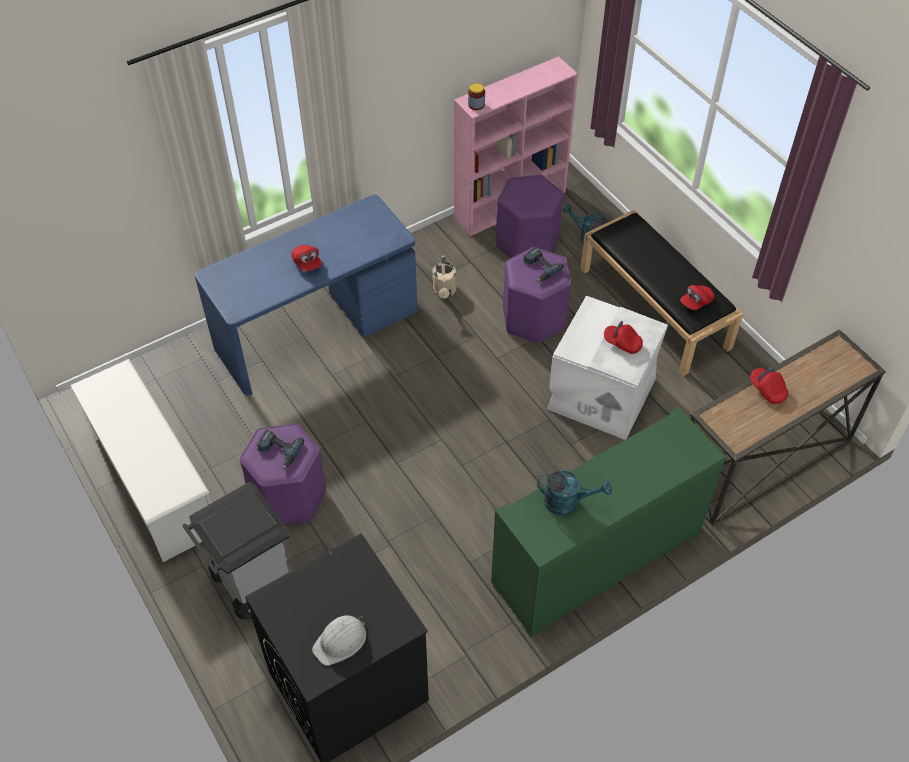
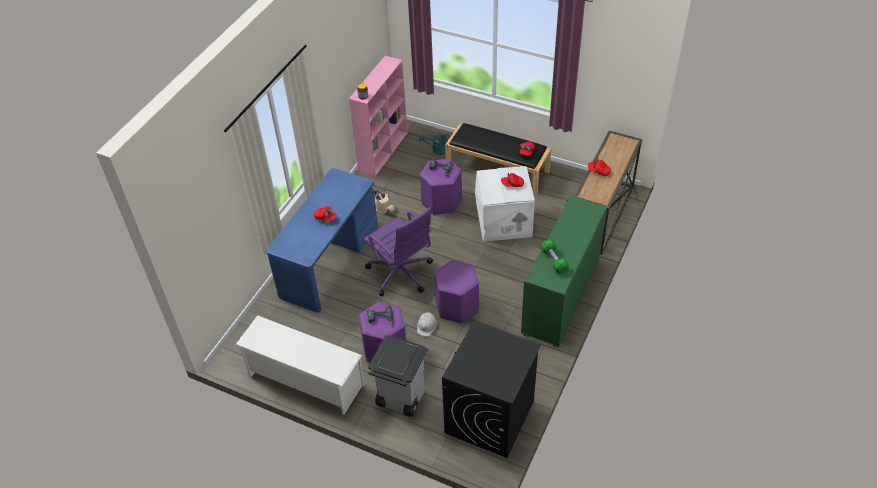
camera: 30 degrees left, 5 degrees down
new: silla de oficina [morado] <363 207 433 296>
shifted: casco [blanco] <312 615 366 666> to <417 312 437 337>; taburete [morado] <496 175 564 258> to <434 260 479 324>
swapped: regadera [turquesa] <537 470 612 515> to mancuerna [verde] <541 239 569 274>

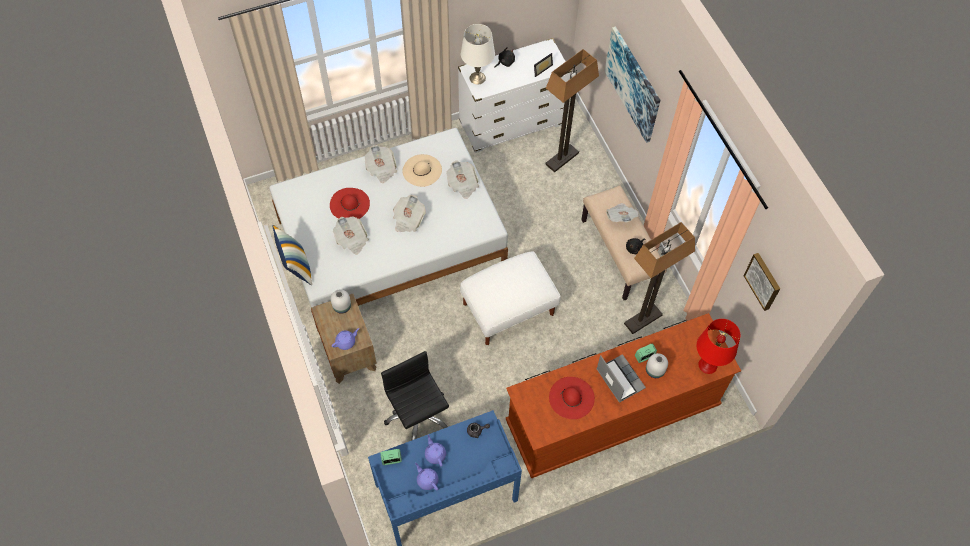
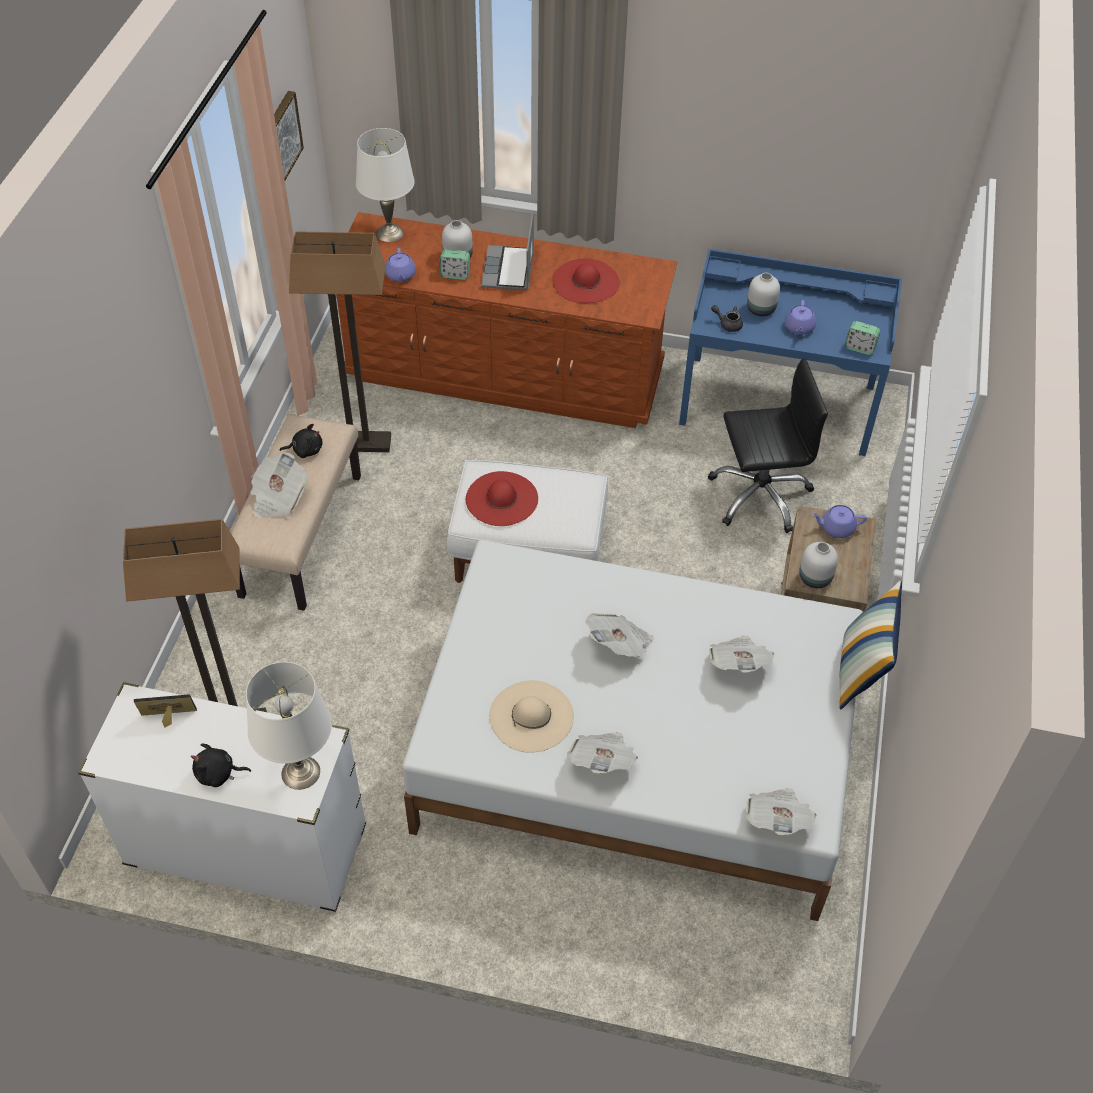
camera: 145 degrees left, 10 degrees down
gone: cuadro <605 27 660 143>
new: florero [blanco] <747 273 780 316>
shifted: sombrero [rojo] <330 188 370 219> to <466 471 538 526>; tetera [morado] <415 463 439 491> to <385 248 416 282>; periódico <446 161 479 199> to <745 788 817 835>
repainted: lámpara de mesa [rojo] <697 319 740 374> to lámpara de mesa [blanco] <356 128 415 242>
rotated: silla de oficina [negro] <381 351 449 440> = <708 358 828 533> 105 degrees counterclockwise

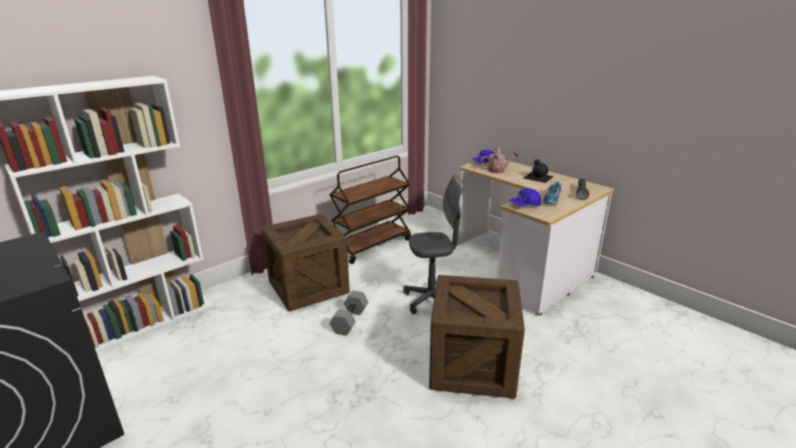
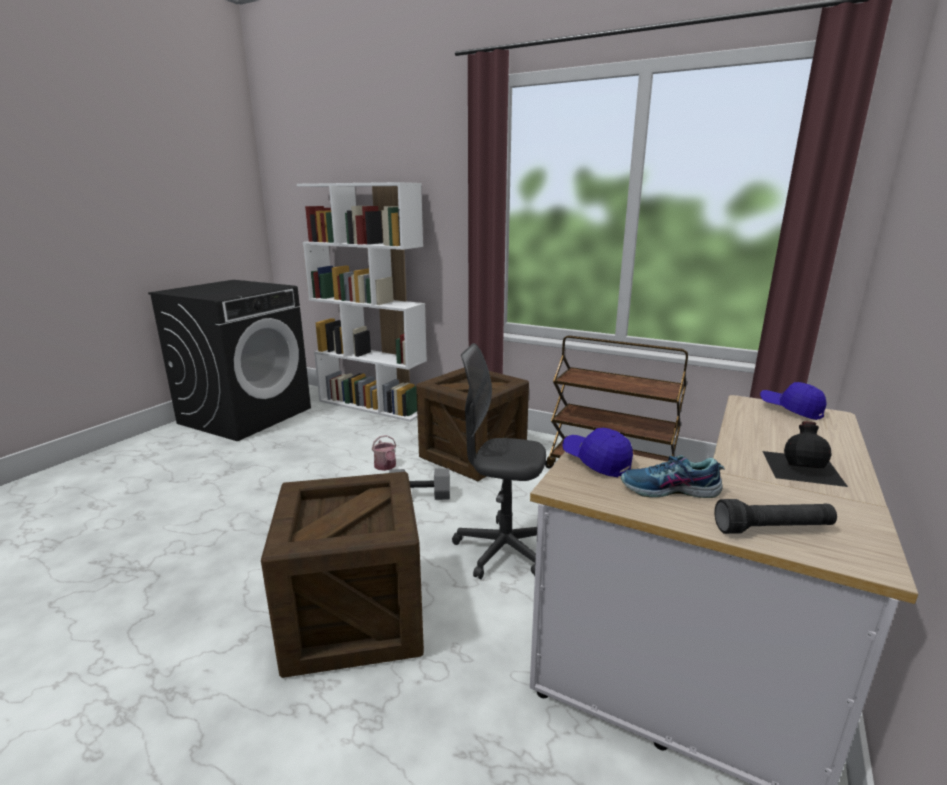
camera: 70 degrees right, 5 degrees down
shifted: regadera <481 147 519 173> to <372 435 396 471>
rotated: silla de oficina [gris] <403 175 464 315> = <452 343 546 579> 135 degrees clockwise

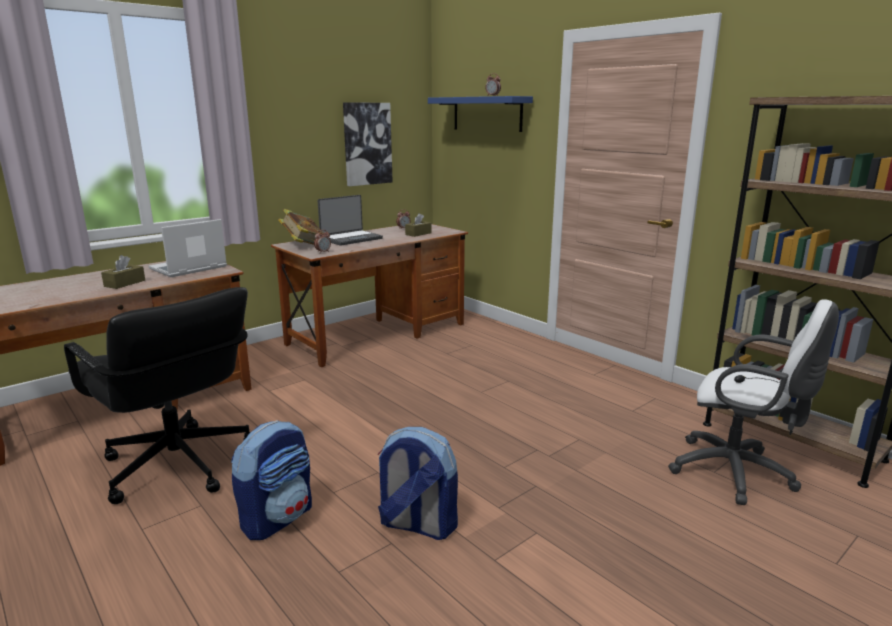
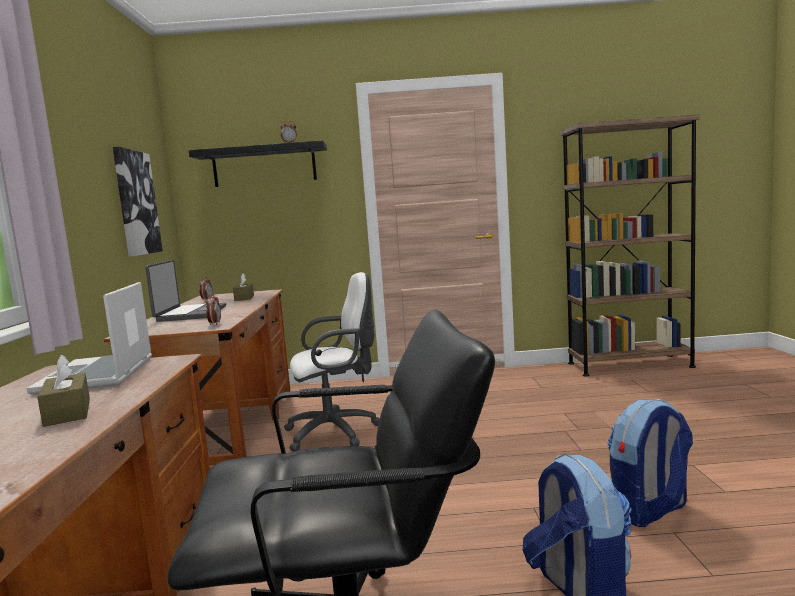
camera: 50 degrees left, 10 degrees down
gone: libro <278 209 324 245>
shifted: silla de oficina [blanco] <668 299 839 505> to <284 272 380 451>
repainted: estante [azul] <428 96 533 132> to estante [negro] <189 140 327 187>

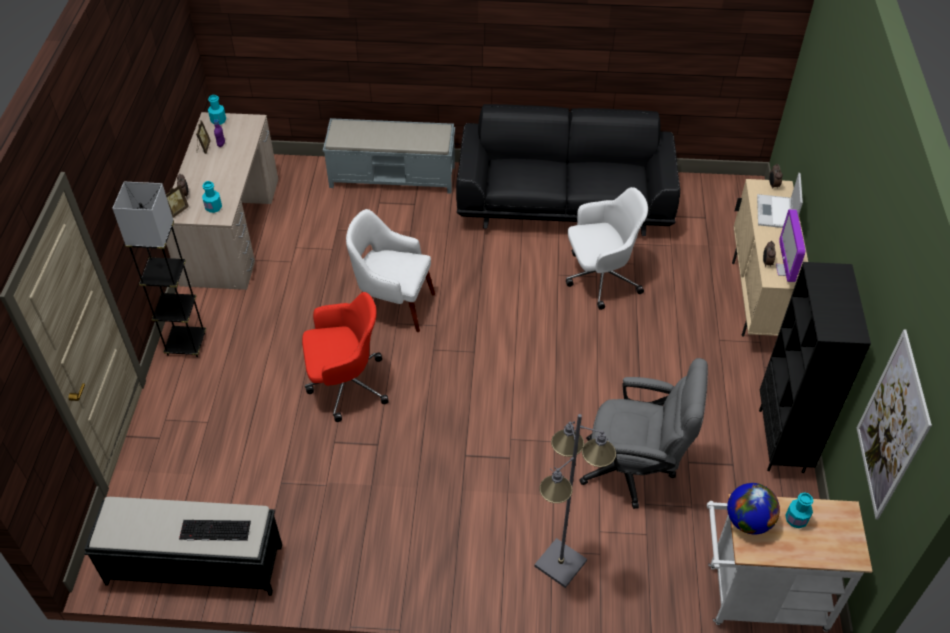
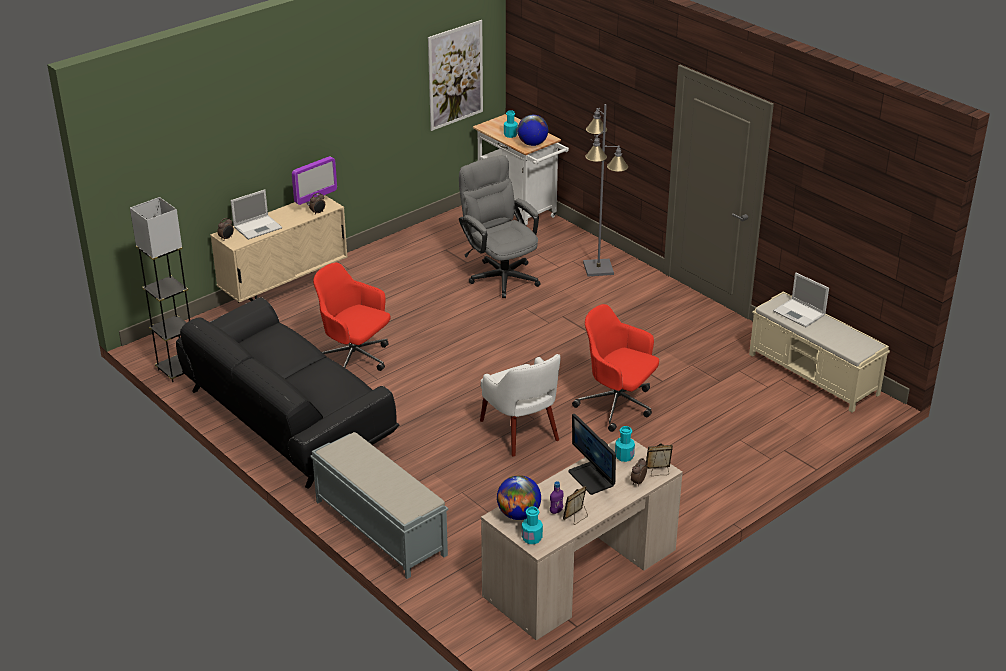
camera: 135 degrees left, 15 degrees down
gone: estantería [negro] <759 262 871 473>
new: globo terráqueo <497 475 541 520>; monitor <568 414 616 495>
shifted: lámpara de pie [gris] <112 182 206 357> to <130 197 190 382>
swapped: teclado <179 520 251 541> to portátil <773 273 829 327>
repainted: banco [negro] <85 497 282 596> to banco [beis] <749 292 890 413>; silla de oficina [blanco] <566 187 648 310> to silla de oficina [rojo] <313 263 390 371>

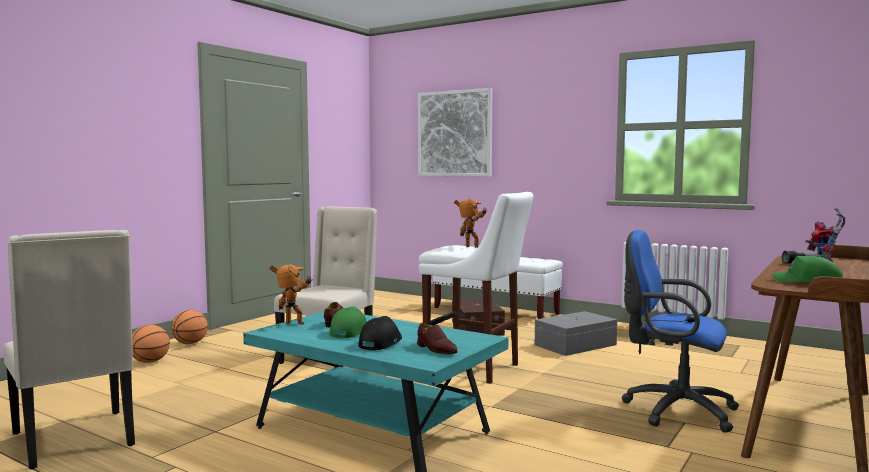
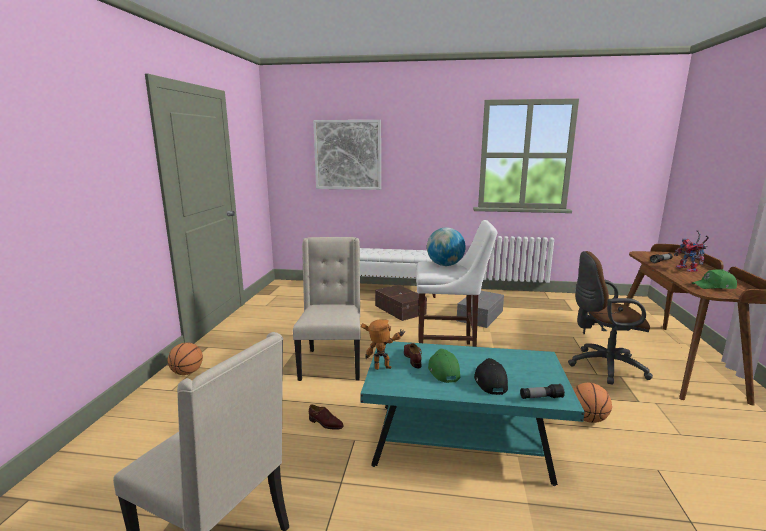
camera: 25 degrees left, 10 degrees up
new: linterna <520 384 565 399>
shifted: balón de baloncesto <132 325 170 363> to <573 382 612 423>; zapato [marrón] <417 323 457 354> to <309 404 344 430>
swapped: robot de juguete <454 199 487 248> to globo terráqueo <427 227 466 266>
repainted: silla de oficina [azul] <622 230 739 433> to silla de oficina [marrón] <568 251 653 385>

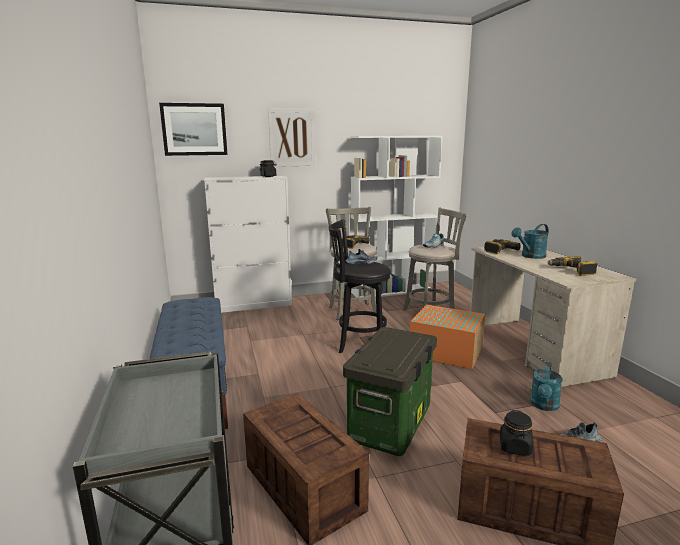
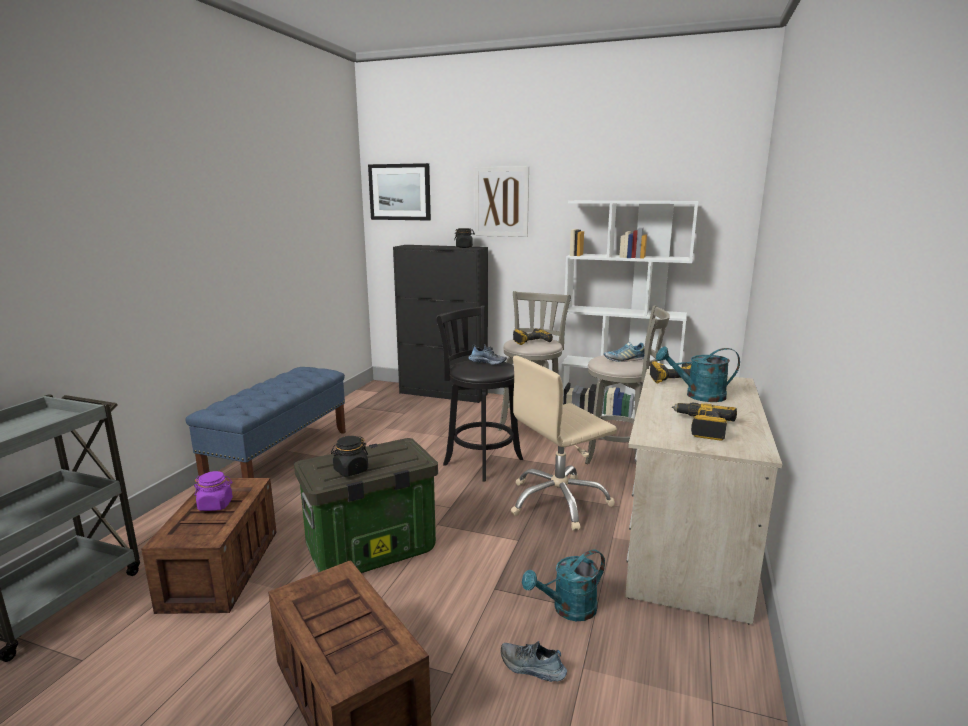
camera: 35 degrees right, 0 degrees up
new: tarro [morado] <194 471 233 511>
shifted: tarro [negro] <500 410 533 456> to <331 436 368 476>
swapped: caja de almacenaje [naranja] <410 305 485 369> to silla de oficina [beis] <511 356 617 531>
repainted: armario [blanco] <204 176 292 313> to armario [negro] <393 245 488 403>

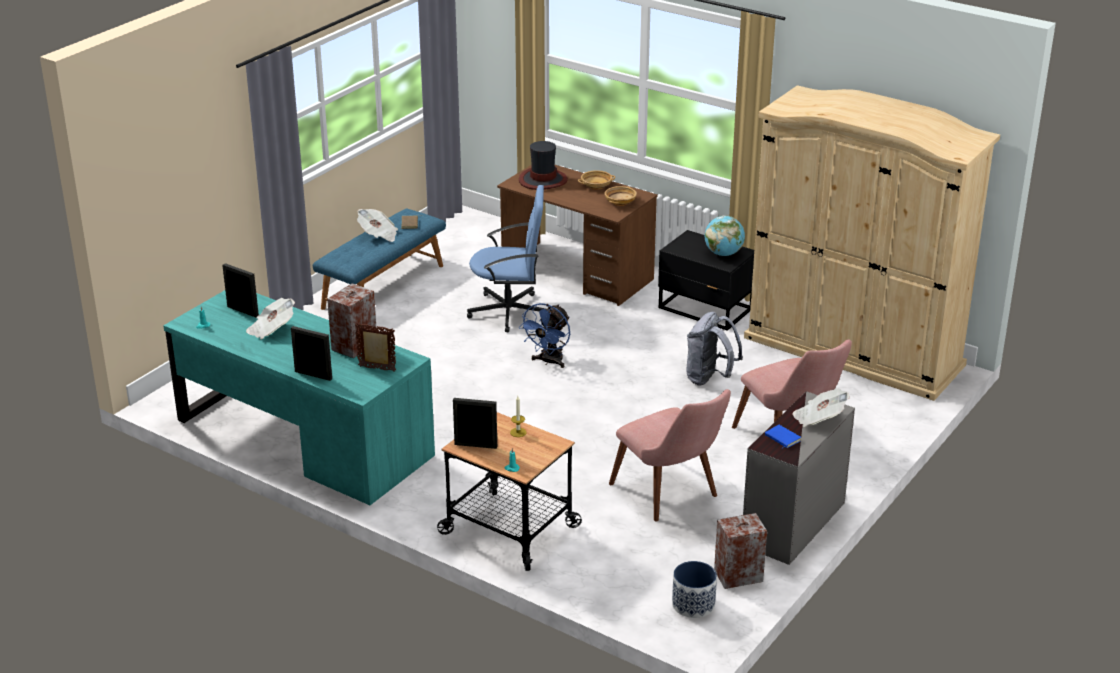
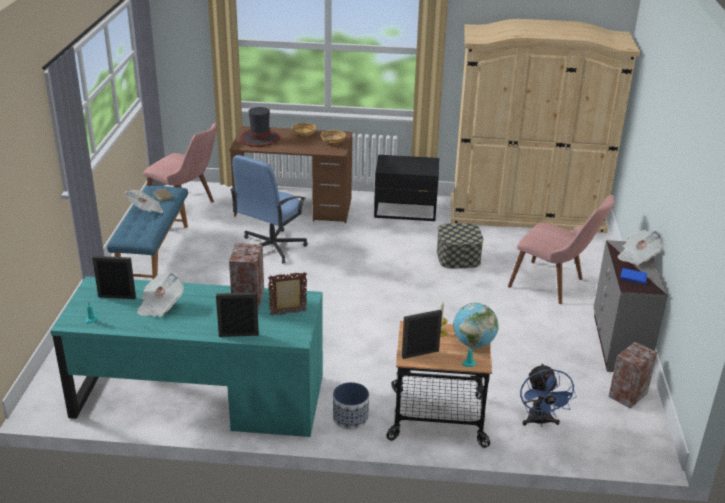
camera: 30 degrees left, 0 degrees up
shifted: ventilador [azul] <519 303 570 368> to <520 363 577 427>; silla [rosa] <609 389 731 521> to <143 123 218 203>; maceta <672 561 717 618> to <333 382 369 430>; globo terráqueo <705 216 745 256> to <453 303 499 348>
swapped: mochila [gris] <686 312 743 385> to caja de almacenaje <437 223 484 269>
rotated: silla de oficina [azul] <467 185 547 332> = <230 155 308 263> 150 degrees clockwise

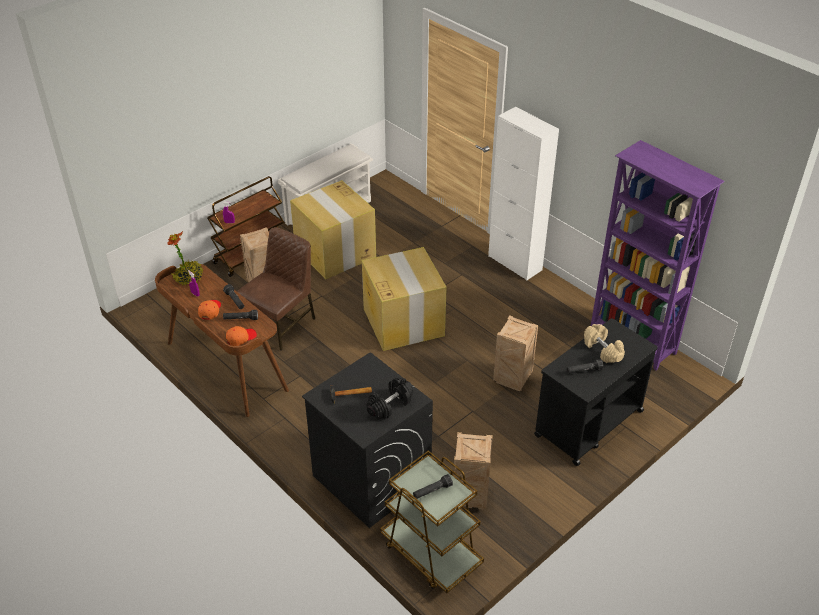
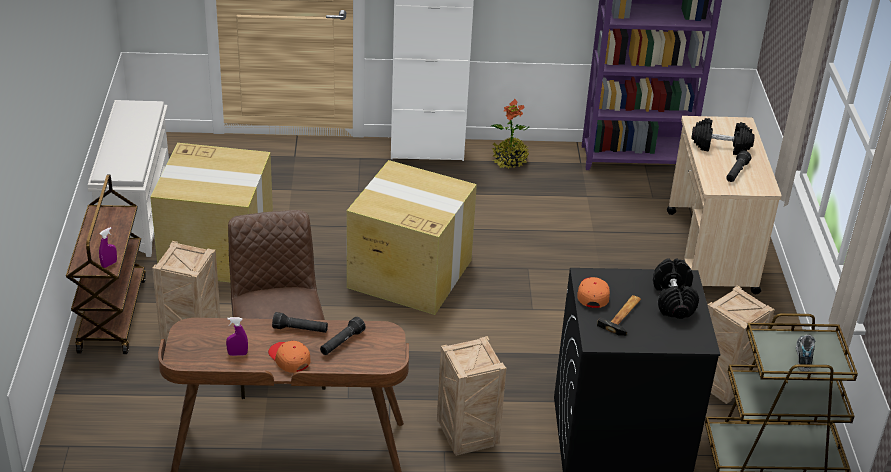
camera: 50 degrees left, 5 degrees down
shifted: planta en maceta <167 231 203 286> to <492 99 529 169>; gorra [naranja] <226 326 257 346> to <577 277 610 308>; caja de embalaje <493 315 538 392> to <437 336 506 456>
swapped: linterna [negro] <413 474 453 499> to zapato <796 335 815 372>
repainted: carrito [negro] <534 318 658 466> to carrito [beis] <667 116 782 294>; mancuerna [beis] <584 324 625 363> to mancuerna [negro] <691 118 755 155>

